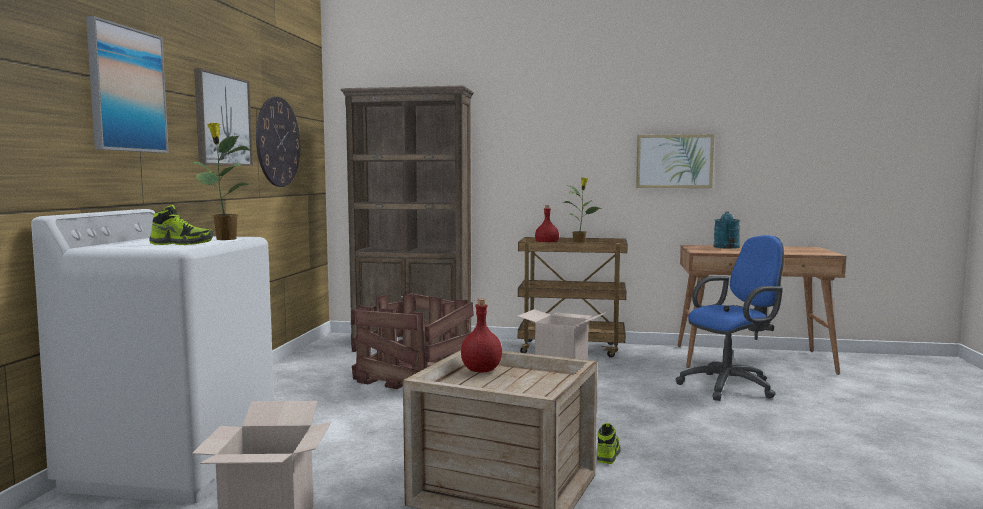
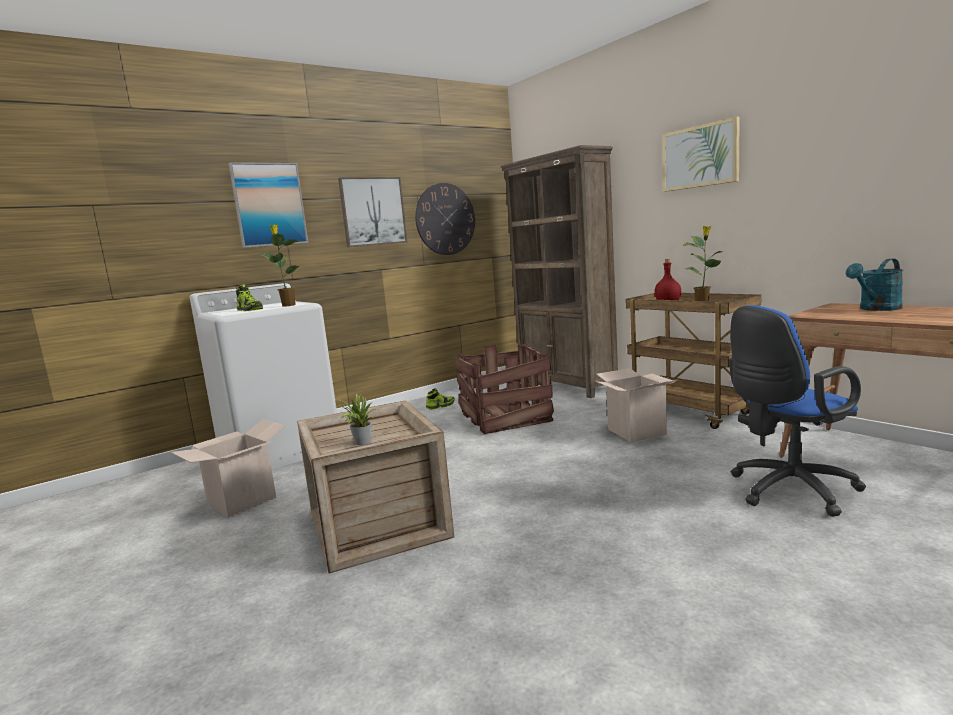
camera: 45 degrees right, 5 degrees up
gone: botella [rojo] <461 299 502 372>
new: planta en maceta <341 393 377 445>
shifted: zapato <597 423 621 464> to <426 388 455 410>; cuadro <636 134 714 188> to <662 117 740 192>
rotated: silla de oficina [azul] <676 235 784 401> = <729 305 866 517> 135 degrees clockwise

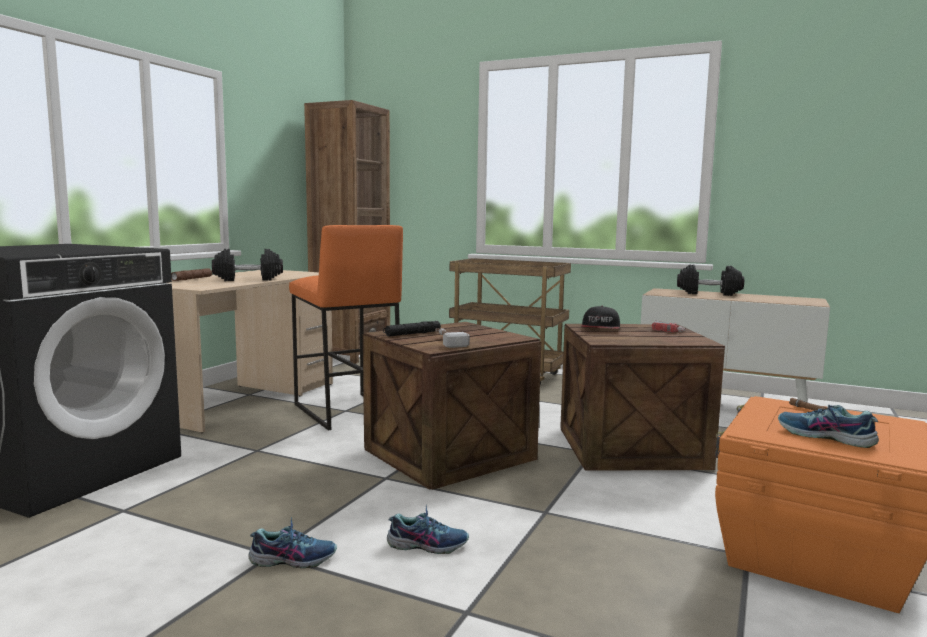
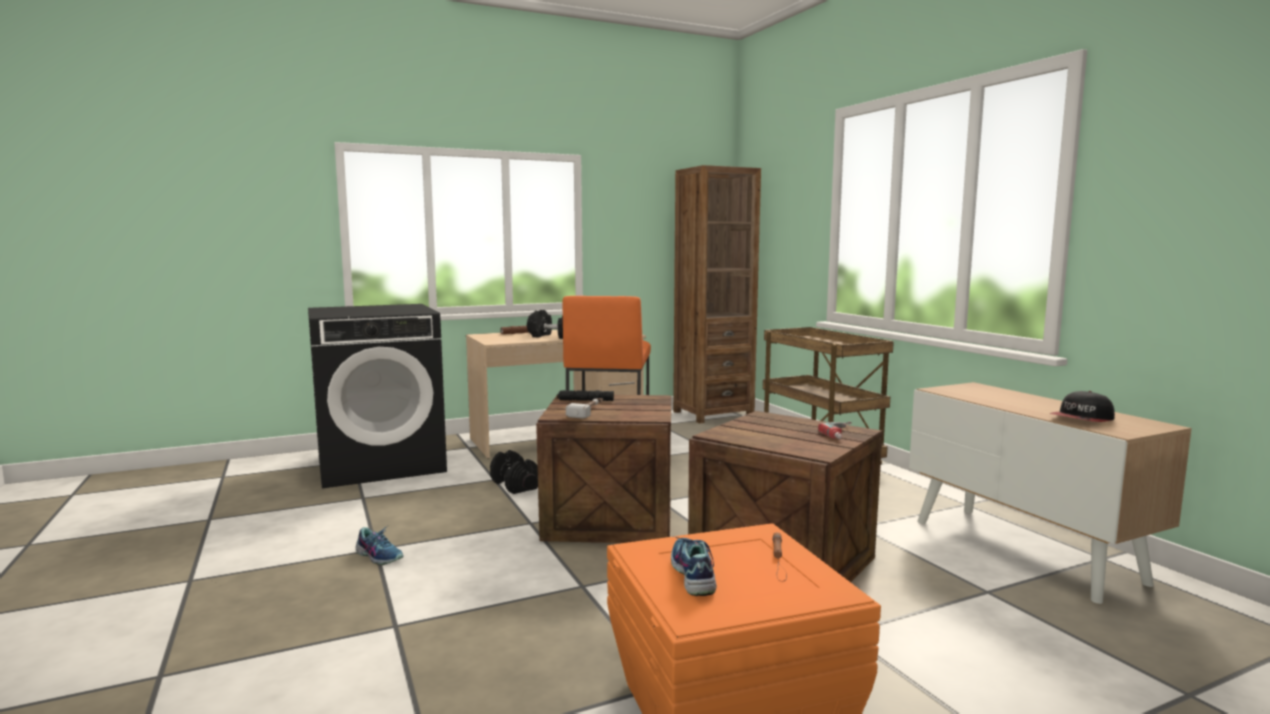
camera: 40 degrees right, 0 degrees up
gone: zapato <387 505 469 554>
shifted: gorra <581 306 620 329> to <1050 391 1115 422>; mancuerna [negro] <677 264 744 296> to <490 450 538 494>

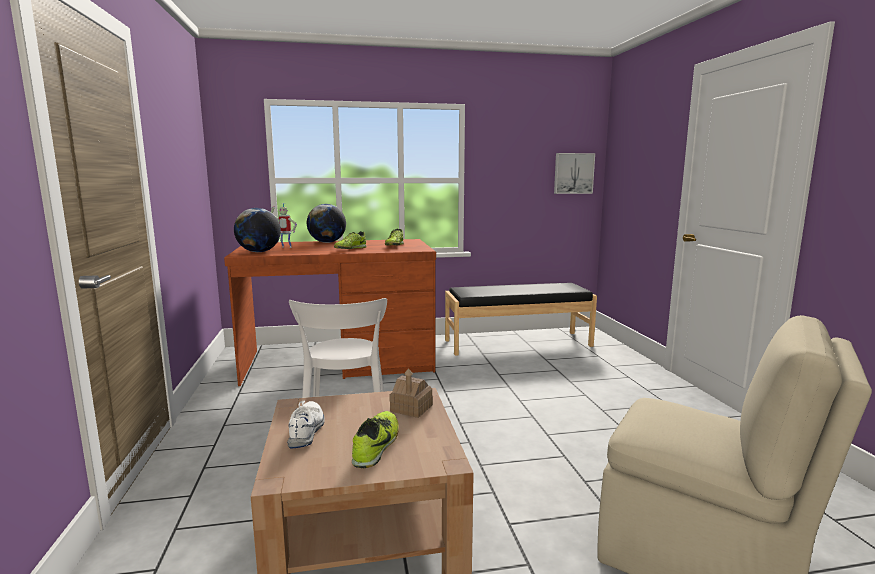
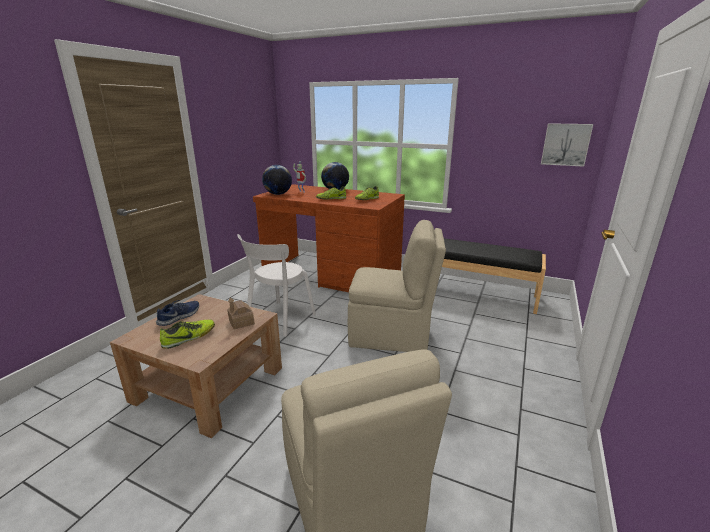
camera: 35 degrees right, 10 degrees up
new: silla [beis] <348 220 446 352>
repainted: zapato [blanco] <287 400 325 449> to zapato [azul] <156 300 199 326>

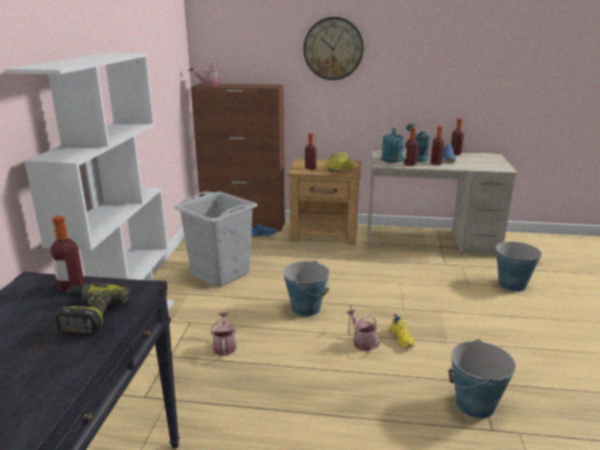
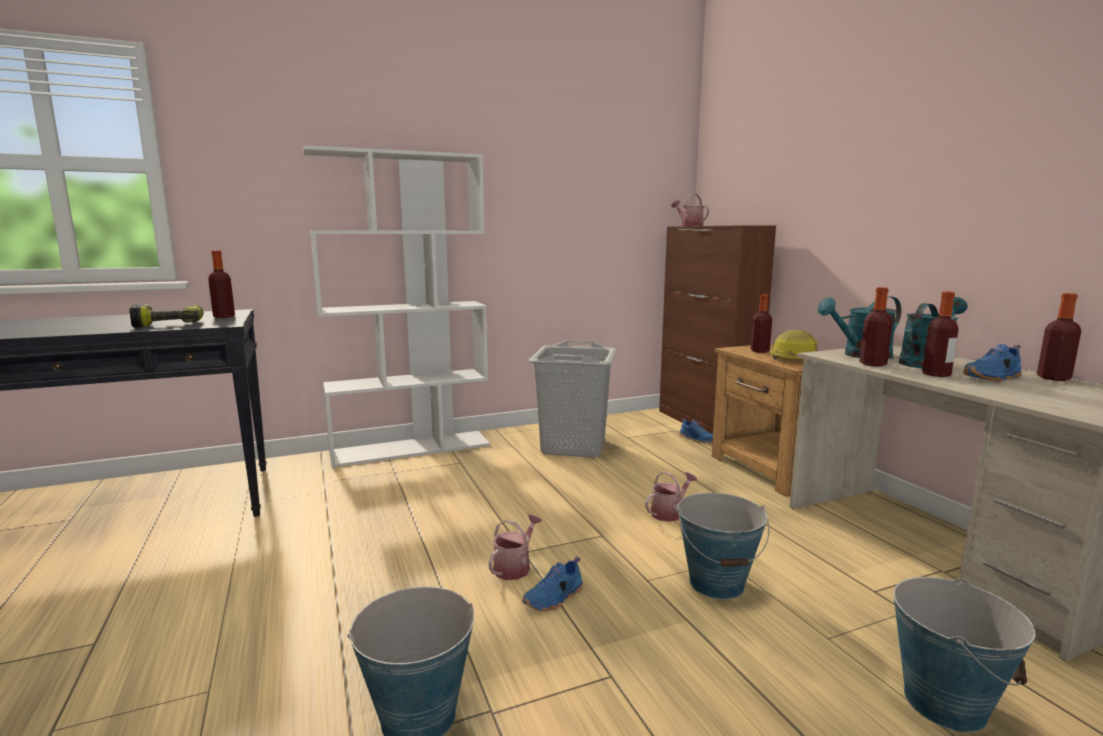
camera: 60 degrees right, 10 degrees down
gone: reloj de pared <303 17 364 80>
shifted: regadera <211 312 236 356> to <645 471 697 522>; cubo <283 260 329 317> to <677 493 769 600>
repainted: zapato [amarillo] <389 314 415 348> to zapato [azul] <523 557 583 612>

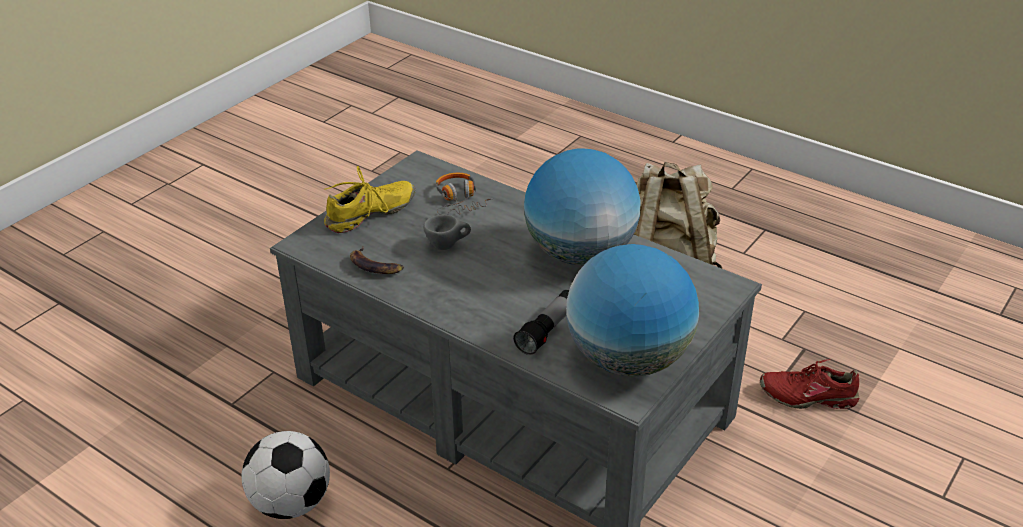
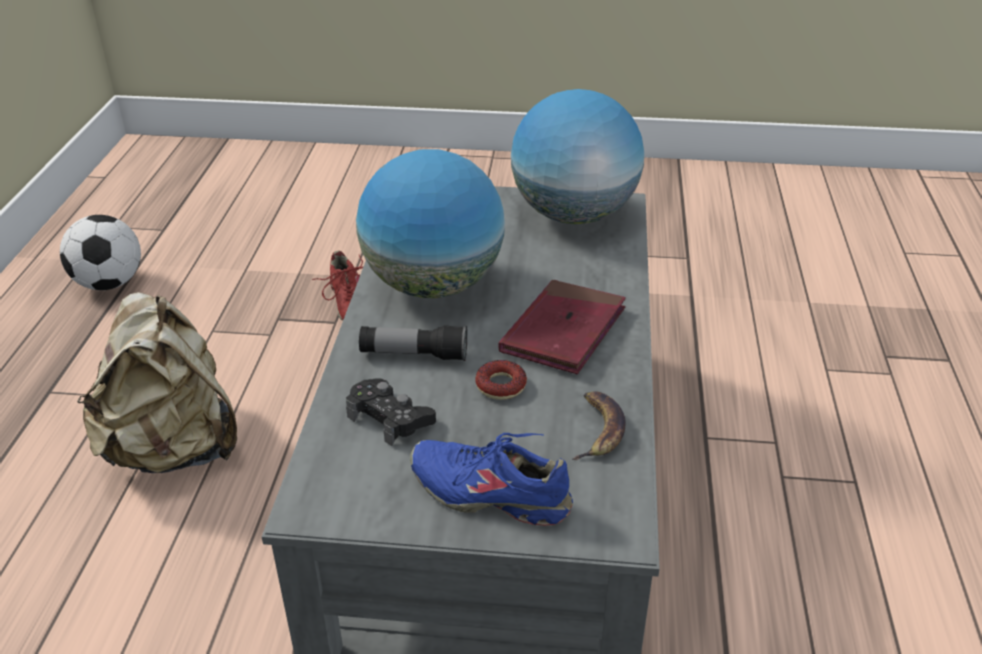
camera: 120 degrees left, 0 degrees up
new: libro [rojo] <499 280 626 374>
shifted: balón de fútbol <242 431 330 519> to <60 215 141 290>; linterna <513 290 569 355> to <359 325 467 361>
swapped: taza [gris] <423 214 471 250> to rosquilla <475 360 527 400>; auriculares <436 173 494 215> to mando de consola [negro] <346 378 436 446>
repainted: zapato [amarillo] <324 166 415 233> to zapato [azul] <410 433 573 526>

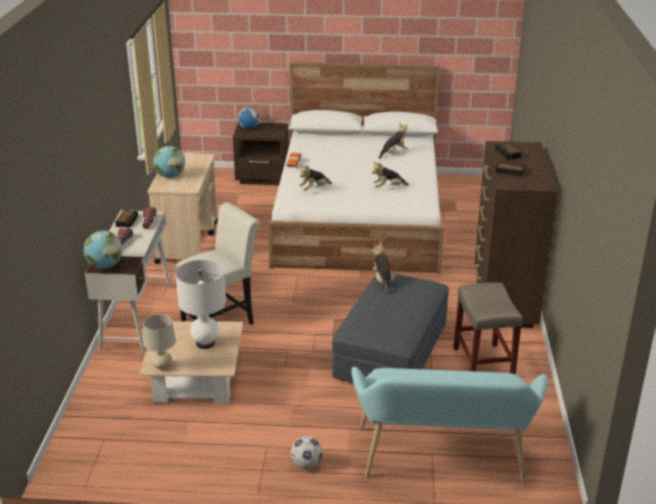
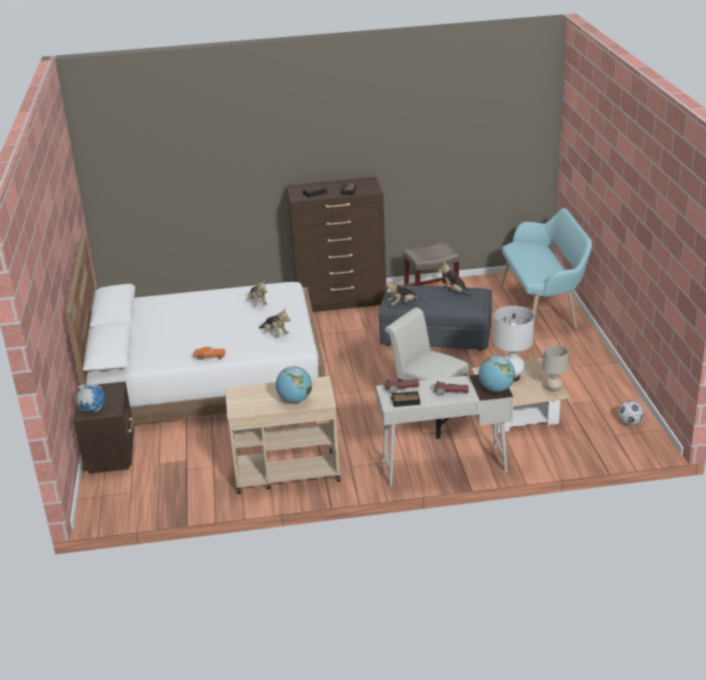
camera: 100 degrees left, 0 degrees up
shifted: balón de fútbol <291 436 323 469> to <619 401 644 426>; peluche <379 123 408 159> to <439 261 472 297>

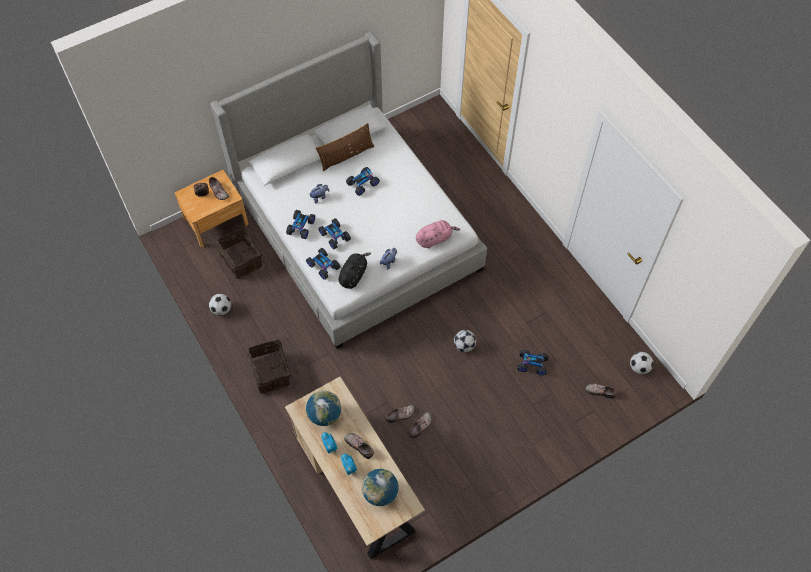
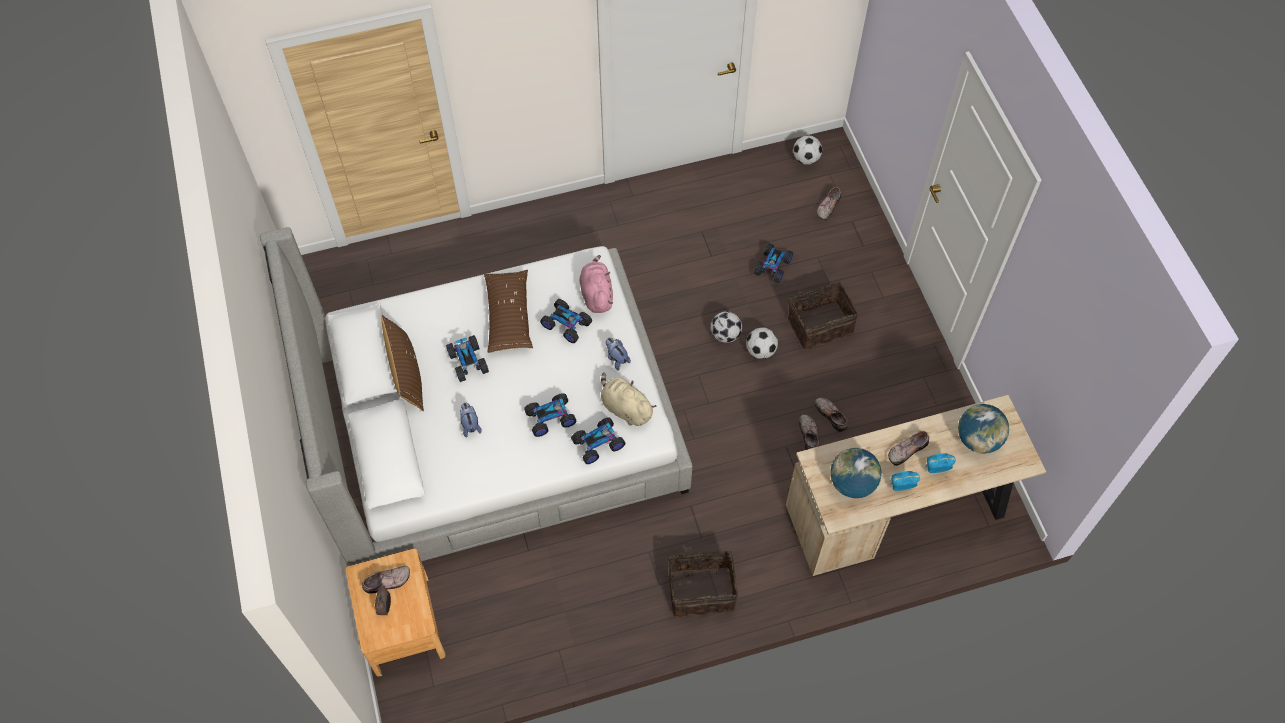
camera: 75 degrees left, 0 degrees up
new: cojín [marrón] <484 270 533 353>
shifted: balón de fútbol <209 294 231 316> to <746 327 778 359>; cesta <217 227 263 279> to <788 282 858 350>; coche de juguete <286 210 315 239> to <540 299 592 343>
repainted: peluche [negro] <339 252 371 289> to peluche [beis] <601 372 656 426>

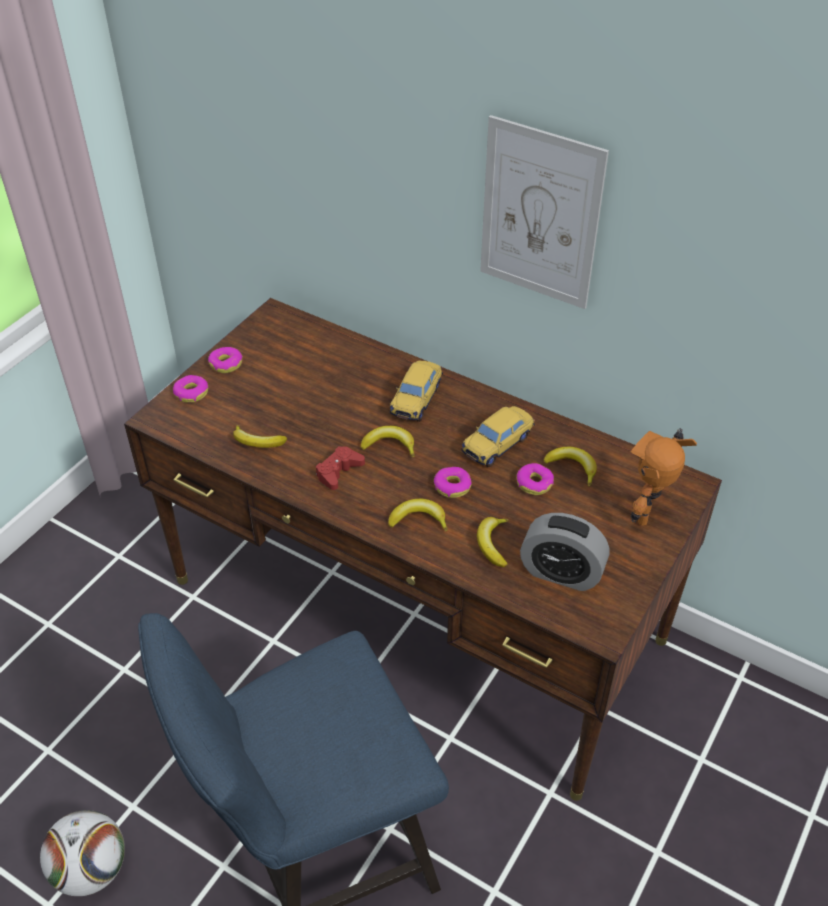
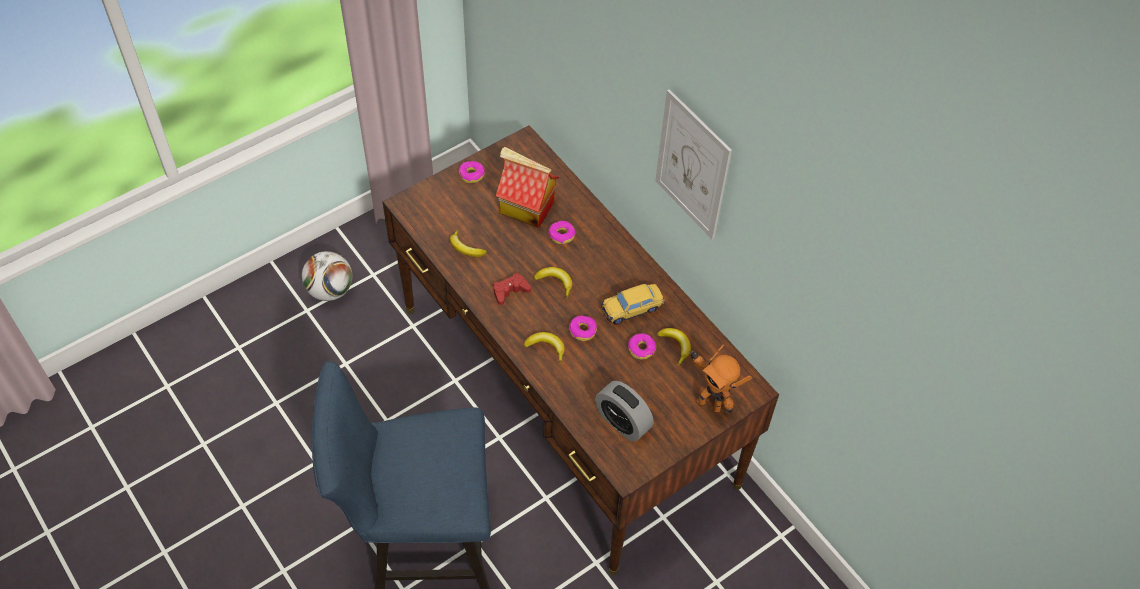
camera: 20 degrees right, 10 degrees up
gone: coche de juguete <389 361 443 422>; plátano <477 517 509 567>
new: casita <496 147 559 228>
shifted: balón de fútbol <40 810 125 896> to <302 251 352 301>; rosquilla <173 375 208 403> to <548 221 575 244>
rotated: robot de juguete <631 428 697 525> = <690 344 752 414> 105 degrees counterclockwise

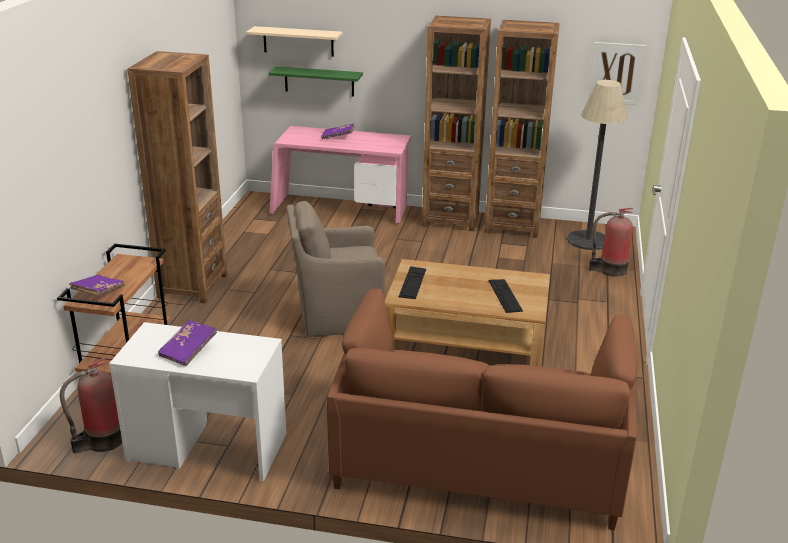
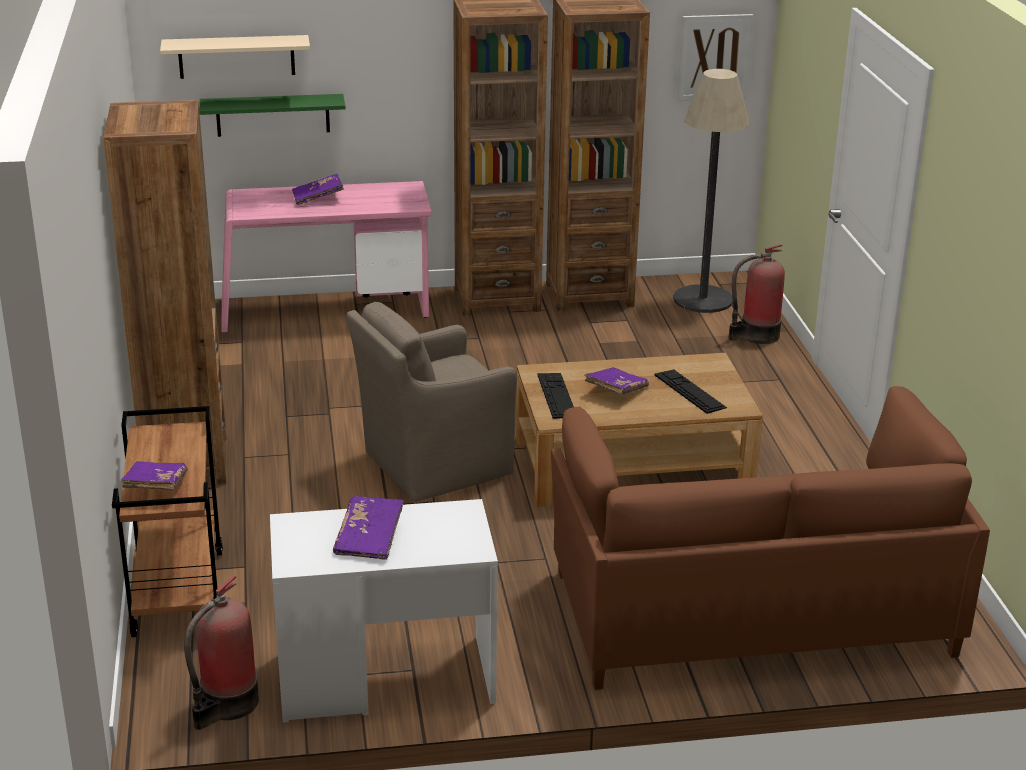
camera: 20 degrees left, 0 degrees up
new: libro [morado] <585 367 649 395>

